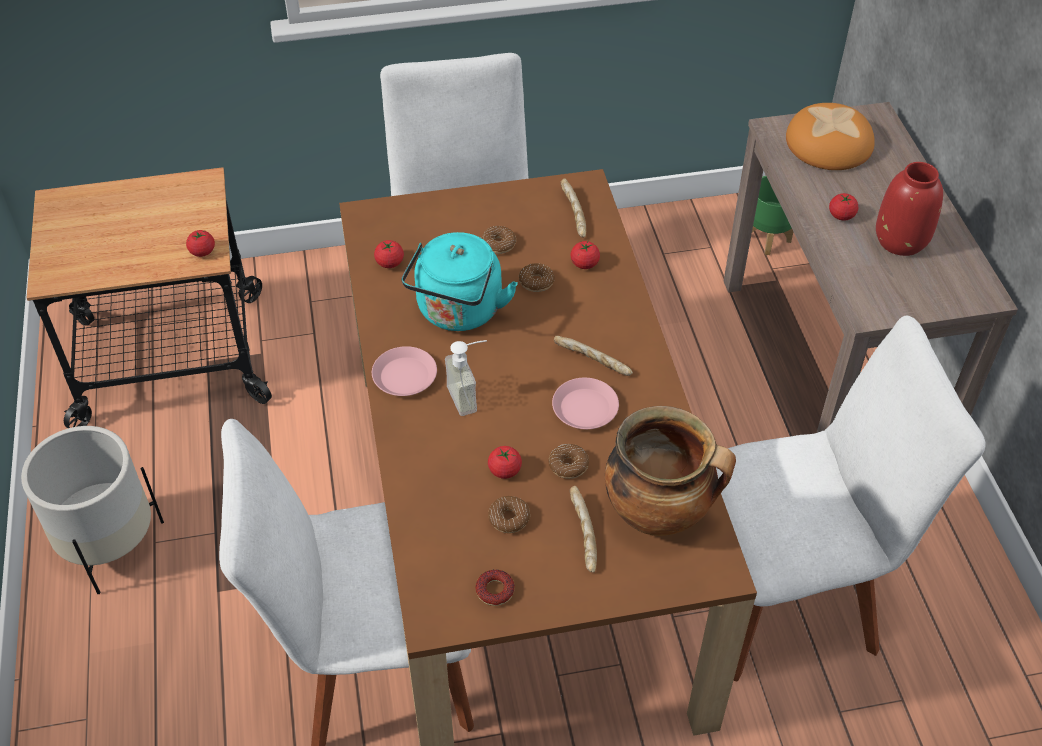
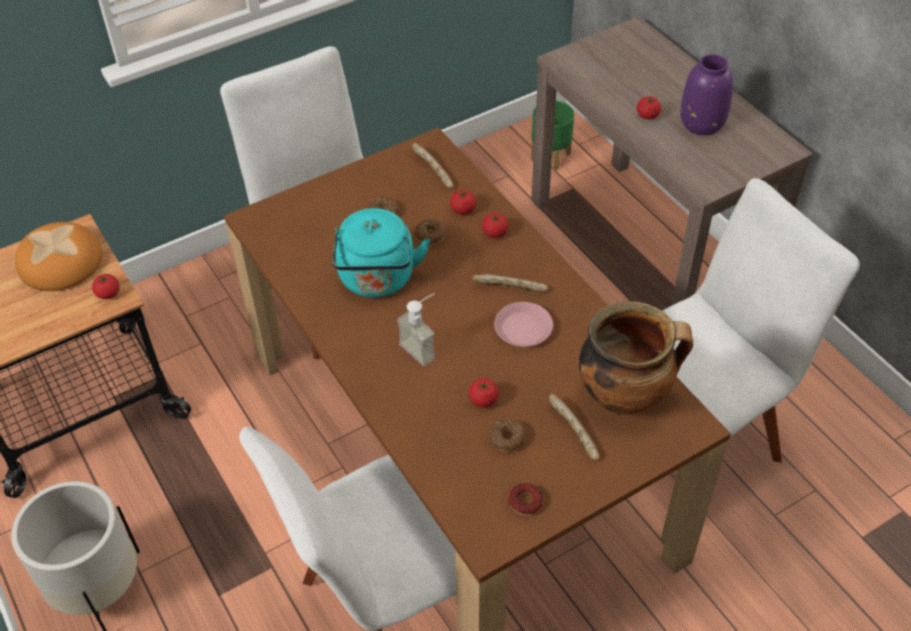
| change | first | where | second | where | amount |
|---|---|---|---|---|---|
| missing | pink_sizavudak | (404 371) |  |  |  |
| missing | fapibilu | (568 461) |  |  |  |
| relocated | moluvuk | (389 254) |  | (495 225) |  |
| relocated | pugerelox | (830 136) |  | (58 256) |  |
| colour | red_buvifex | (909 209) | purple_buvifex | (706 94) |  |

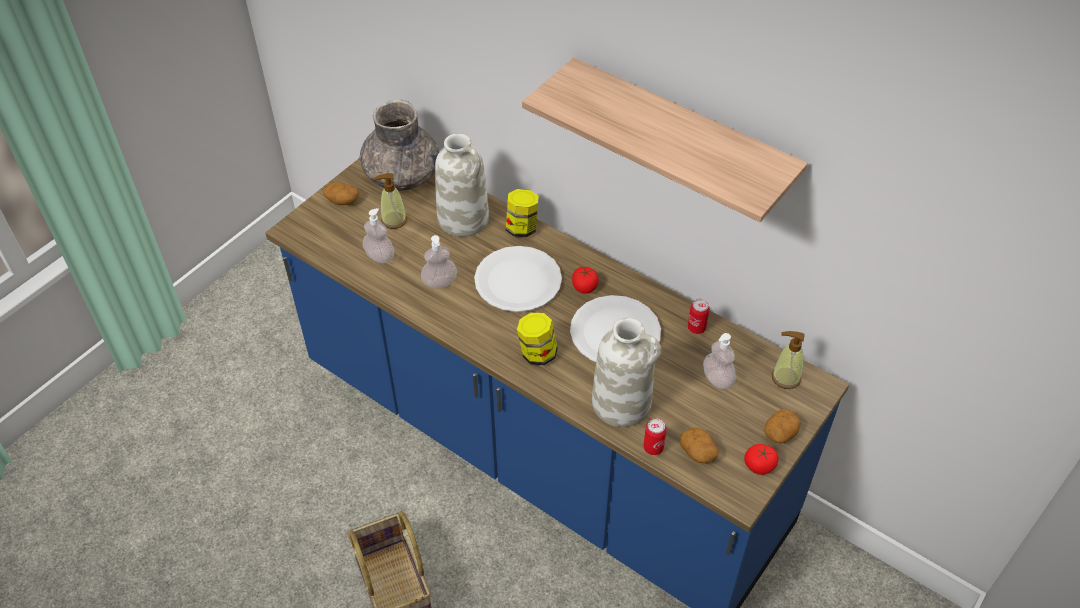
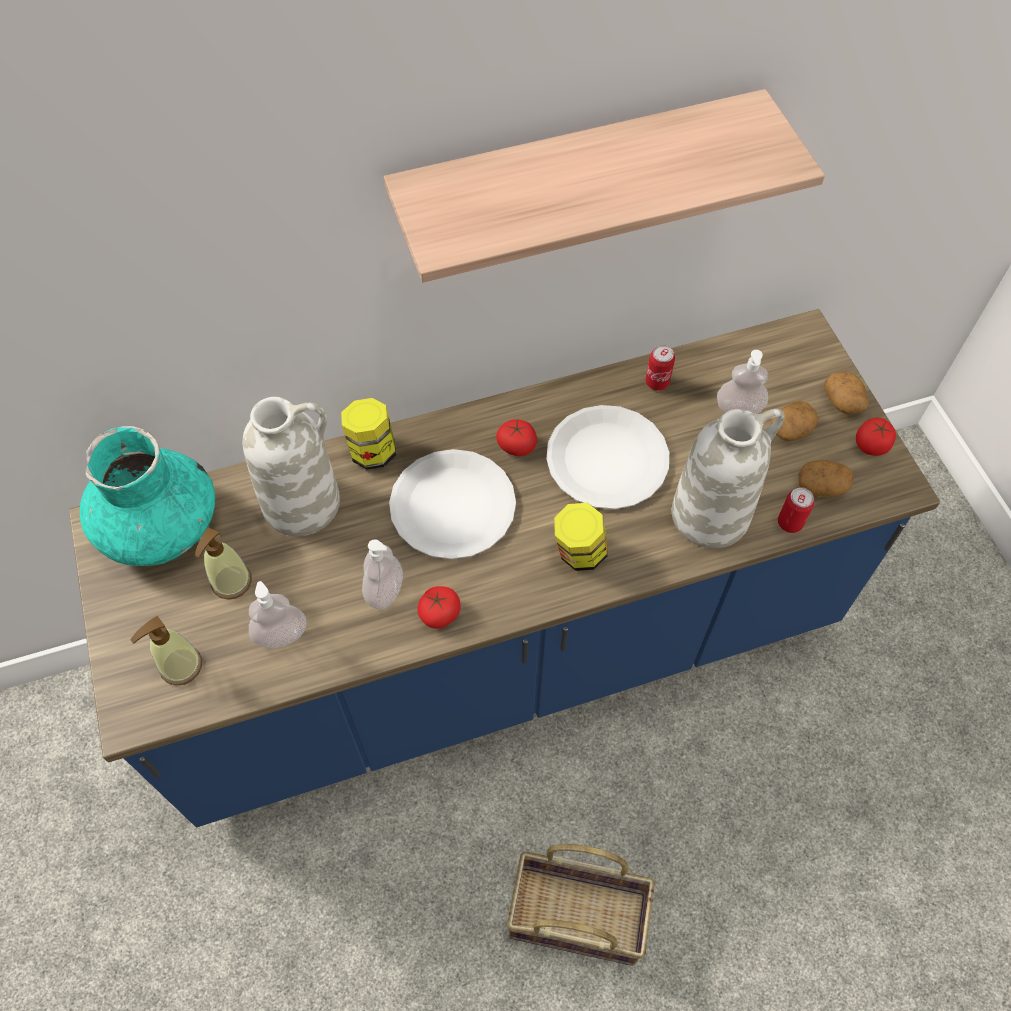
| change | first | where | second | where | amount |
|---|---|---|---|---|---|
| appeared |  |  | moluvuk | (439 607) |  |
| relocated | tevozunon | (341 193) |  | (795 421) |  |
| relocated | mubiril | (788 360) |  | (166 650) |  |
| colour | grey_buvifex | (400 145) | turquoise_buvifex | (147 496) |  |

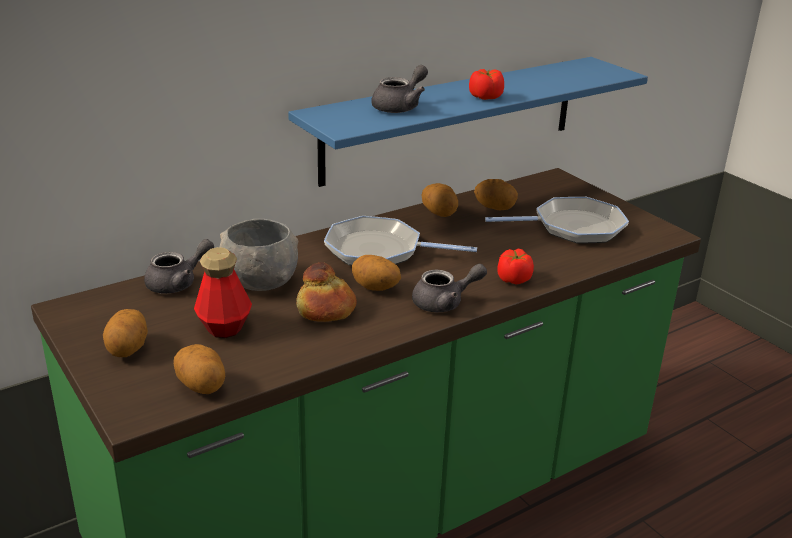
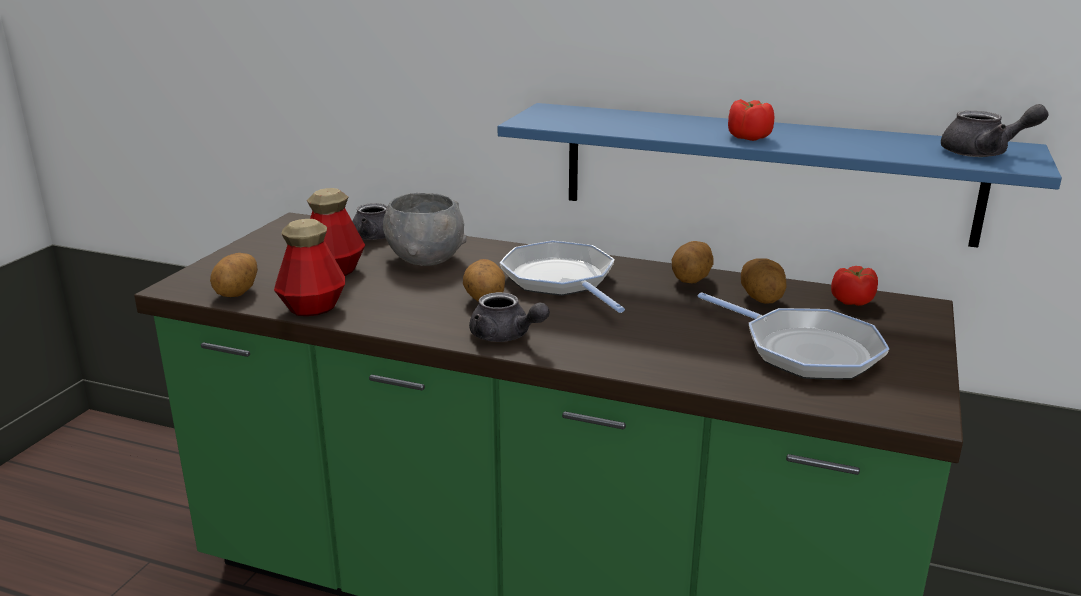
| change | first | where | second | where | amount |
|---|---|---|---|---|---|
| missing | tevozunon | (125 333) |  |  |  |
| missing | pugerelox | (326 292) |  |  |  |
| appeared |  |  | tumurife | (309 267) |  |
| relocated | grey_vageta | (399 89) |  | (995 130) |  |
| relocated | moluvuk | (515 267) |  | (854 286) |  |

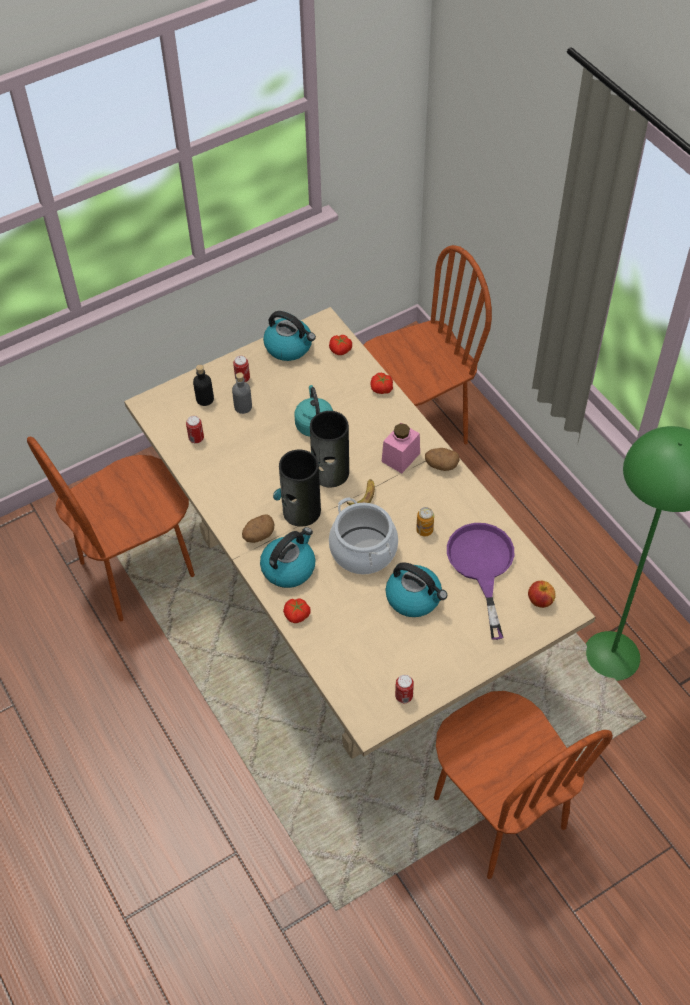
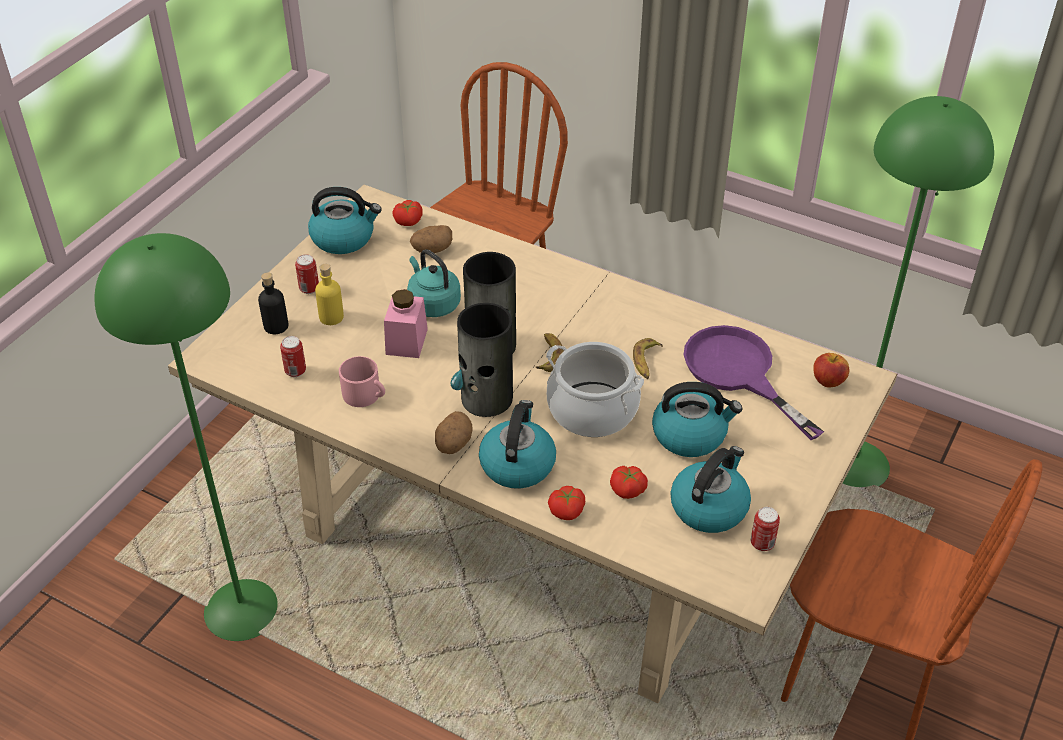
| change | first | where | second | where | amount |
|---|---|---|---|---|---|
| appeared |  |  | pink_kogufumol | (362 381) |  |
| appeared |  |  | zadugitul | (711 489) |  |
| relocated | moluvuk | (382 383) |  | (629 482) |  |
| relocated | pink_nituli | (401 448) |  | (406 323) |  |
| relocated | tevozunon | (442 459) |  | (431 239) |  |
| exchanged | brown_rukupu | (111 528) | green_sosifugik | (186 437) |  |
| exchanged | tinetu | (425 521) | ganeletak | (648 358) |  |
| colour | grey_tumurife | (242 393) | yellow_tumurife | (329 294) |  |

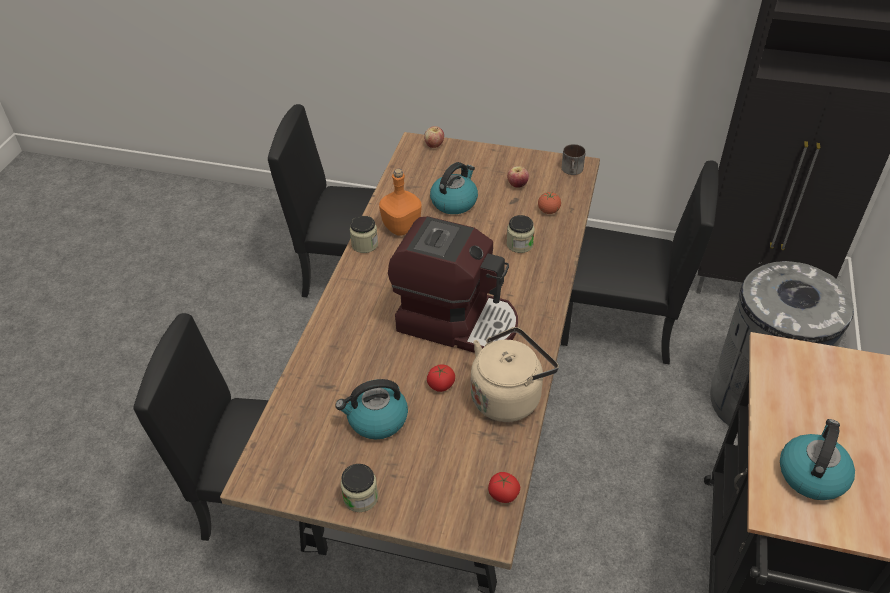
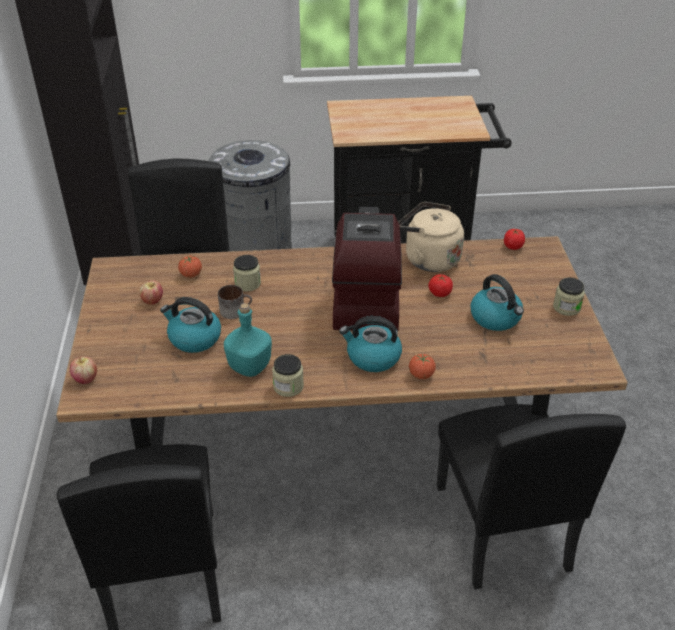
| change | first | where | second | where | amount |
|---|---|---|---|---|---|
| appeared |  |  | moluvuk | (422 366) |  |
| relocated | kogufumol | (574 159) |  | (235 302) |  |
| relocated | zadugitul | (817 459) |  | (370 344) |  |
| colour | orange_tumurife | (400 202) | turquoise_tumurife | (248 340) |  |

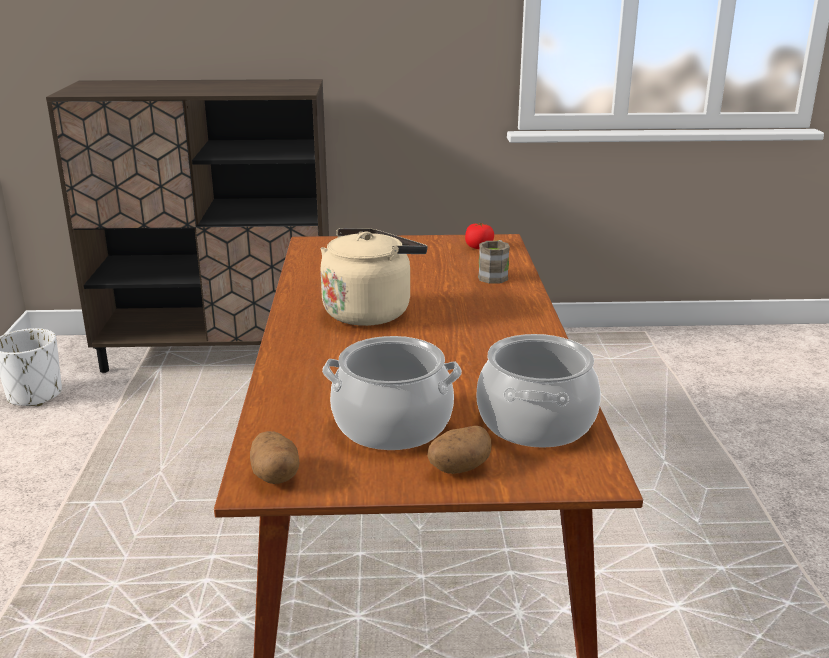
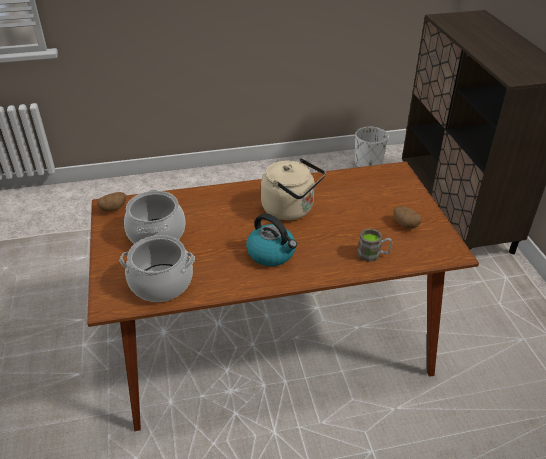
| change | first | where | second | where | amount |
|---|---|---|---|---|---|
| missing | moluvuk | (479 236) |  |  |  |
| appeared |  |  | zadugitul | (271 239) |  |
| relocated | tevozunon | (459 450) |  | (407 217) |  |

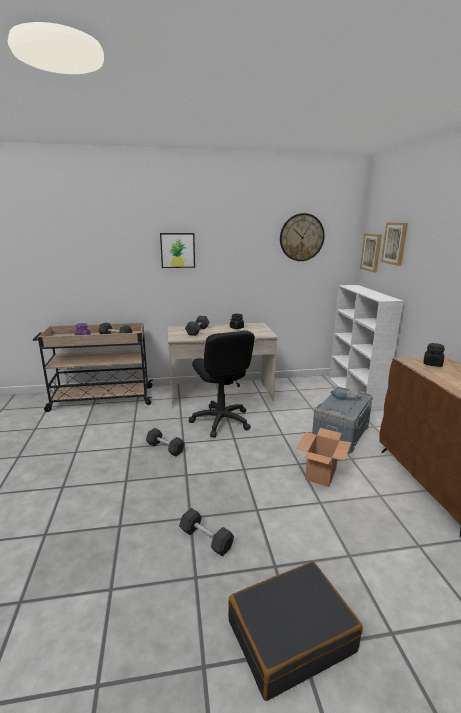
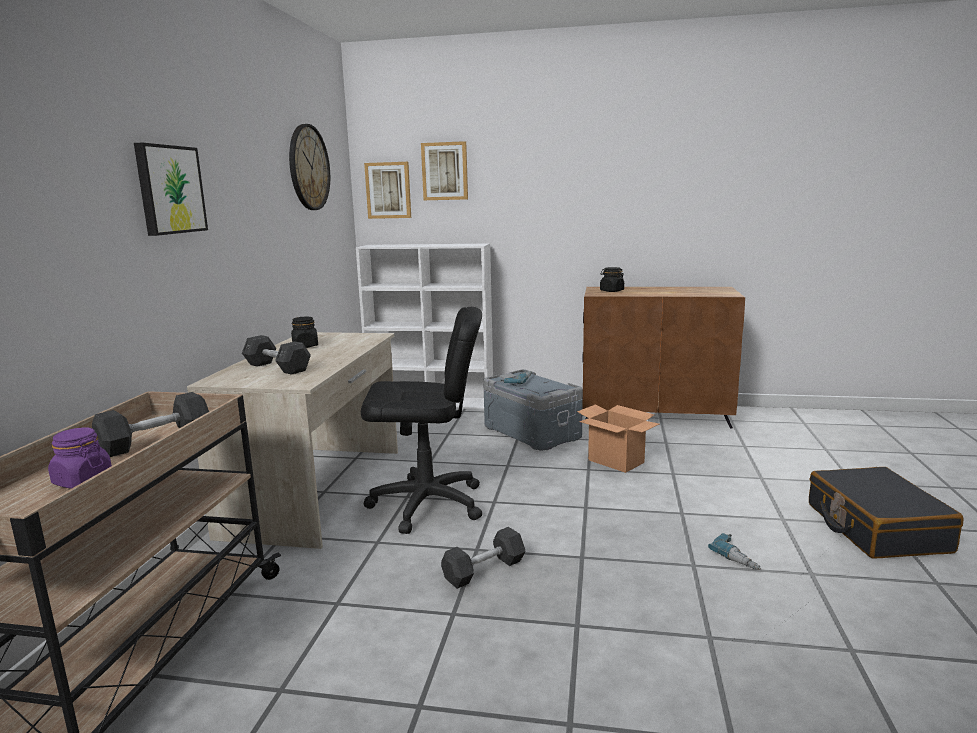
| change | first | where | second | where | amount |
|---|---|---|---|---|---|
| exchanged | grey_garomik | (206 532) | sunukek | (734 551) |  |

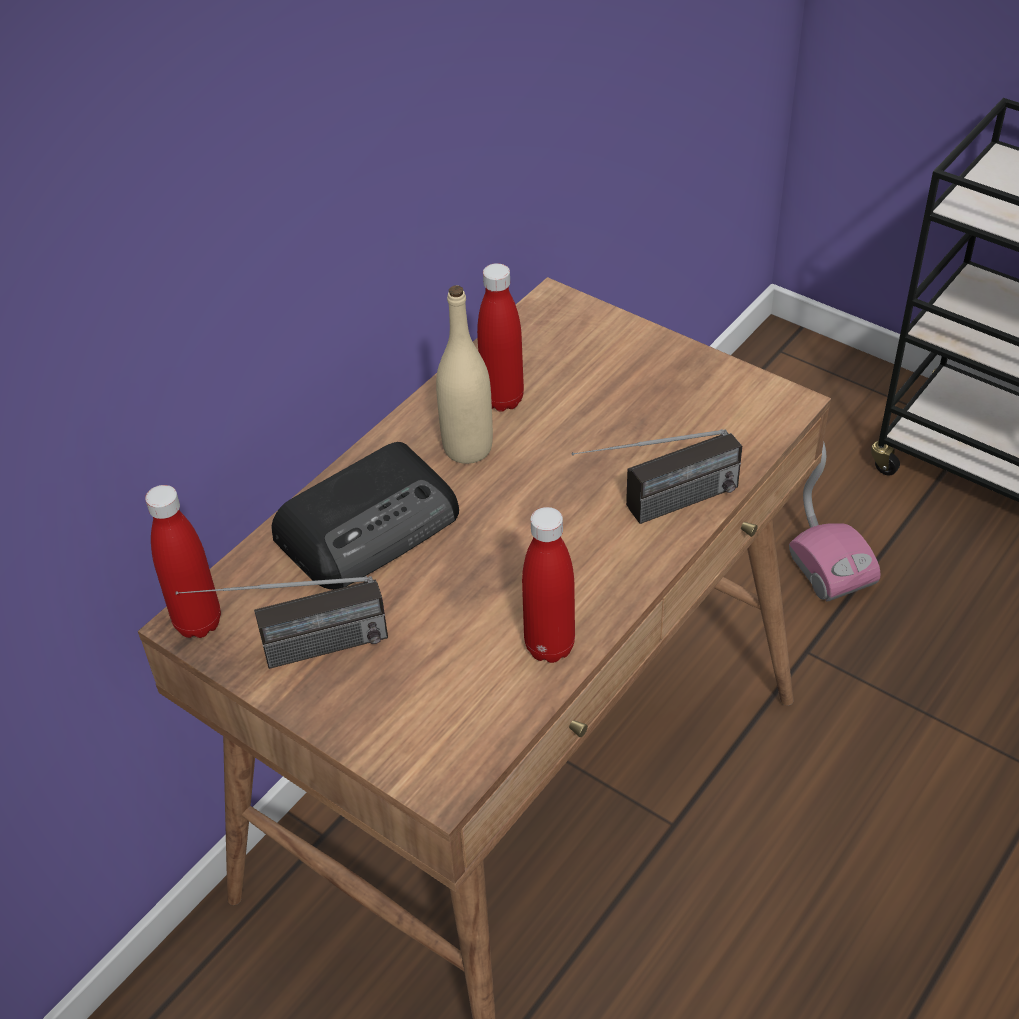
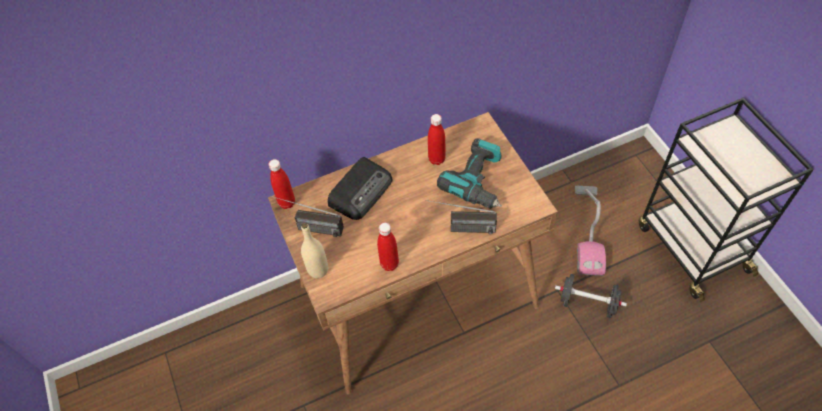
| change | first | where | second | where | amount |
|---|---|---|---|---|---|
| appeared |  |  | sunukek | (469 173) |  |
| appeared |  |  | black_garomik | (591 296) |  |
| relocated | beige_tumurife | (464 374) |  | (314 250) |  |
| spun | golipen | (365 516) |  | (360 188) | 45 degrees counterclockwise |

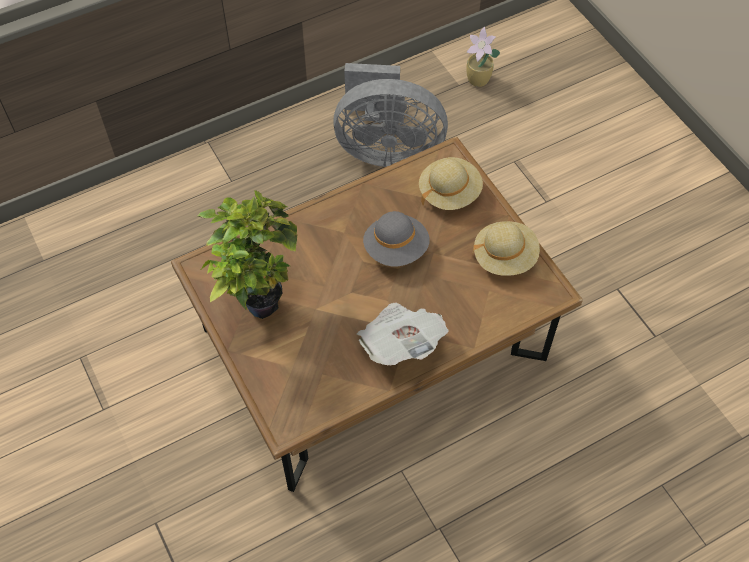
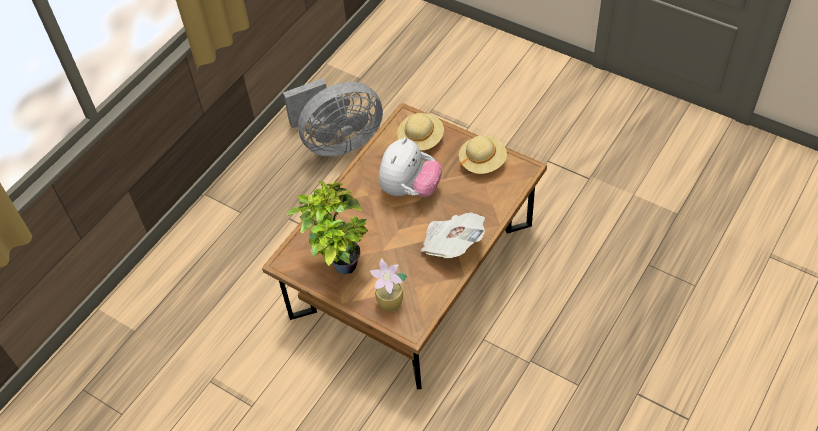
| change | first | where | second | where | amount |
|---|---|---|---|---|---|
| relocated | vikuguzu | (483 57) |  | (388 285) |  |
| exchanged | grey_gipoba | (396 238) | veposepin | (410 167) |  |

